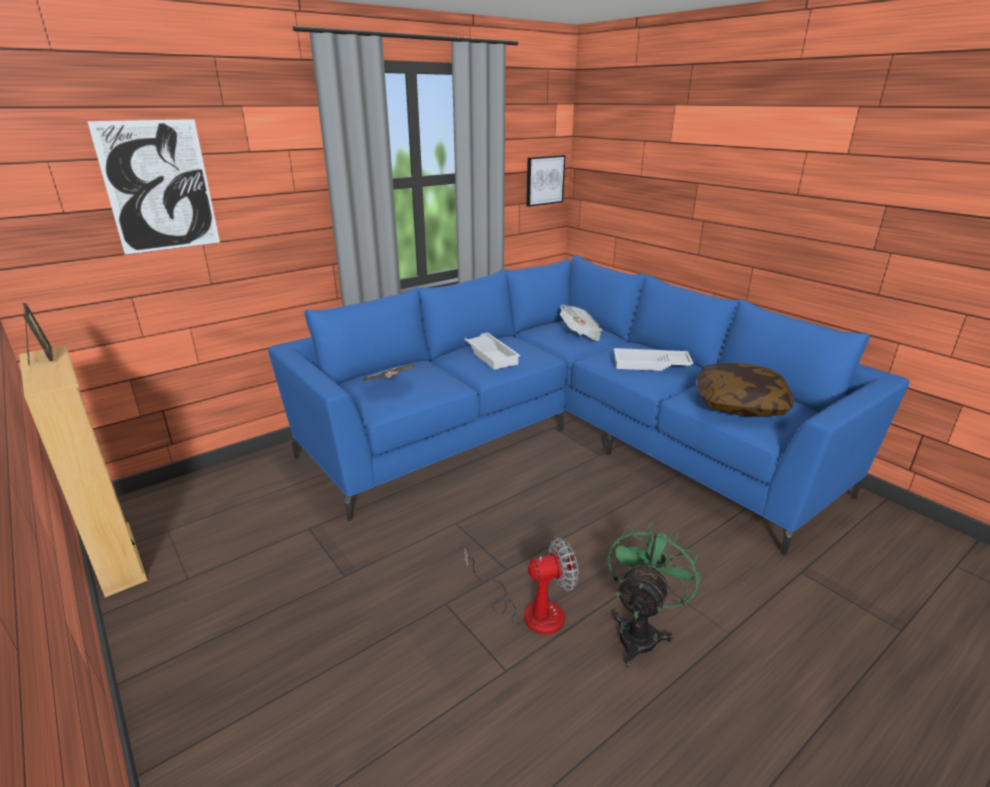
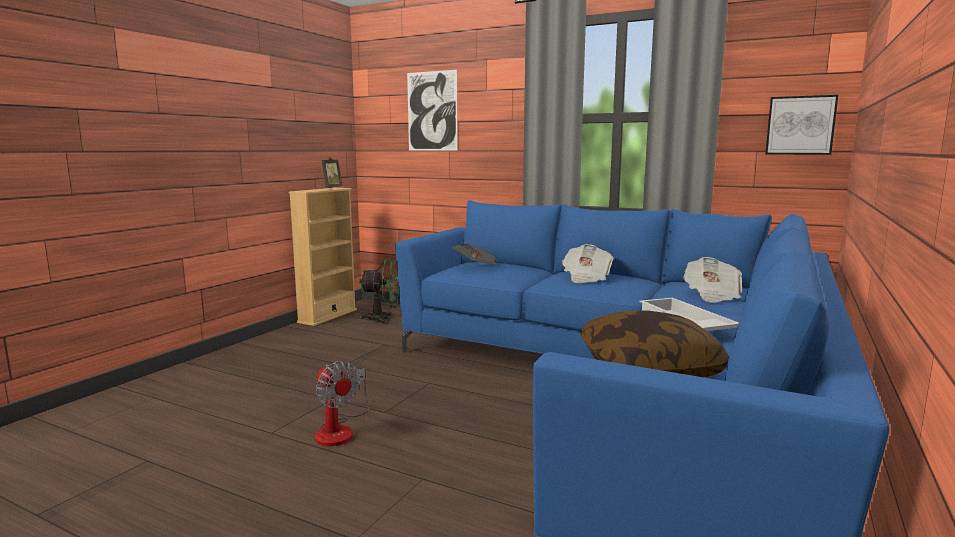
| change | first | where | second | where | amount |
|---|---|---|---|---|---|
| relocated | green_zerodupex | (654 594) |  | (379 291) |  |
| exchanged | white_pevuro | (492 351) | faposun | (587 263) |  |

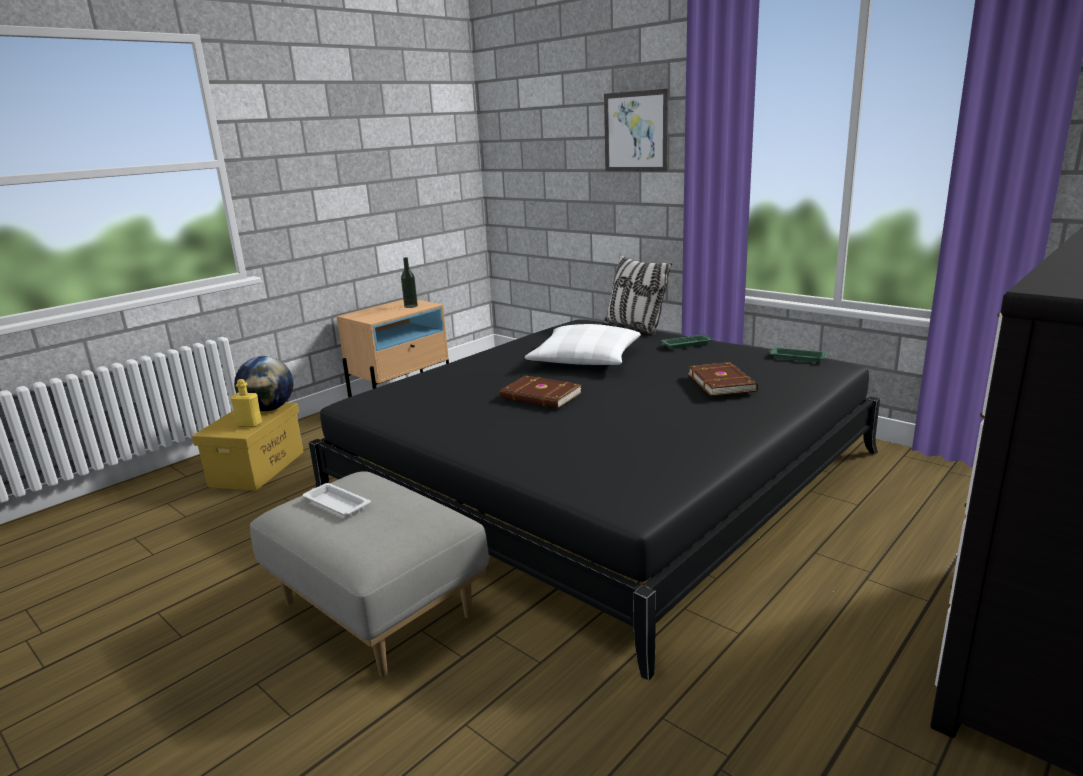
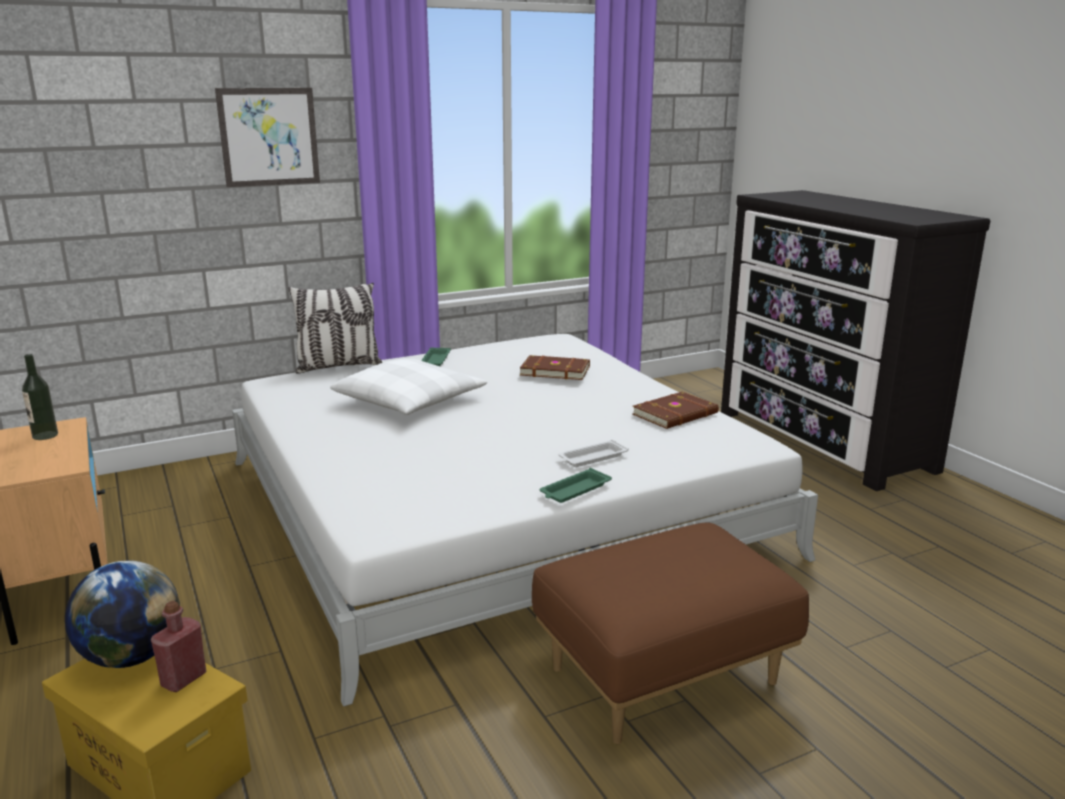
| change | first | where | second | where | amount |
|---|---|---|---|---|---|
| relocated | white_pevuro | (337 500) |  | (593 453) |  |
| relocated | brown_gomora | (541 392) |  | (676 410) |  |
| relocated | green_pevuro | (798 354) |  | (575 485) |  |
| colour | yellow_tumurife | (246 403) | red_tumurife | (178 646) |  |
| colour | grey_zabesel | (369 574) | brown_zabesel | (670 633) |  |
| colour | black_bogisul | (594 500) | white_bogisul | (525 520) |  |

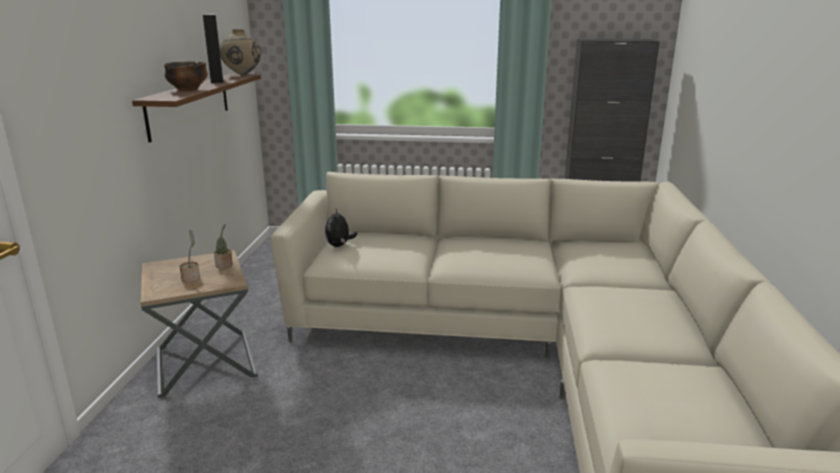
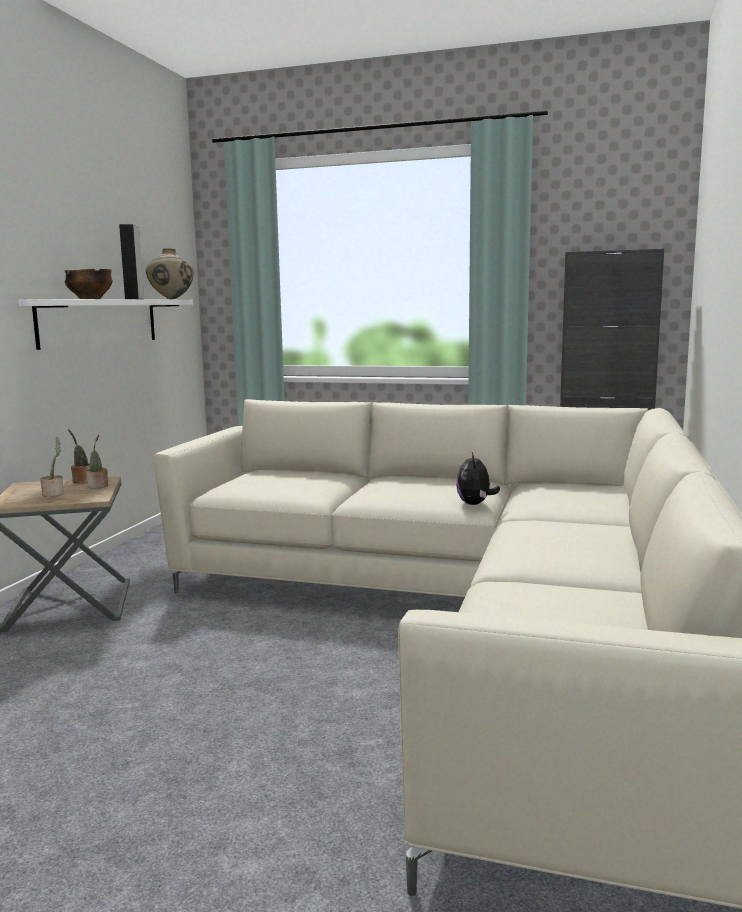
| change | first | where | second | where | amount |
|---|---|---|---|---|---|
| appeared |  |  | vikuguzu | (79 456) |  |
| relocated | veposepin | (341 228) |  | (478 479) |  |
| colour | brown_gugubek | (196 108) | white_gugubek | (105 324) |  |

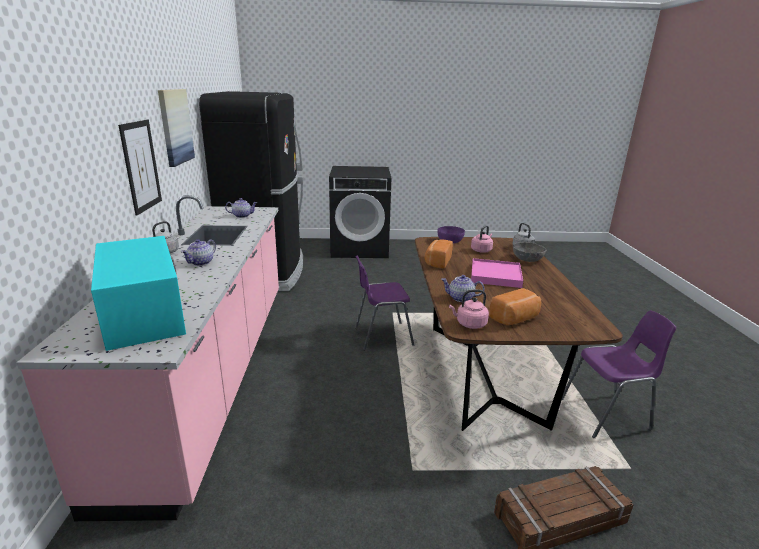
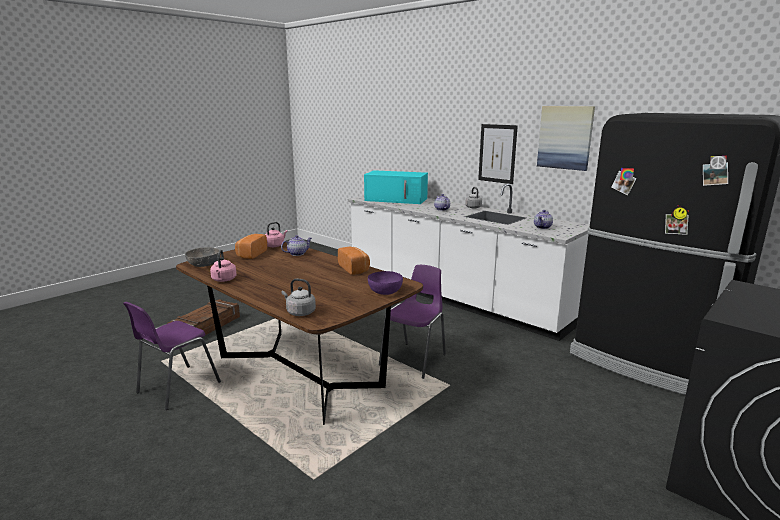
| change | first | where | second | where | amount |
|---|---|---|---|---|---|
| missing | pink_pevuro | (497 273) |  |  |  |
| relocated | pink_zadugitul | (482 239) |  | (223 266) |  |
| relocated | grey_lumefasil | (529 252) |  | (202 257) |  |
| colour | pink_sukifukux | (147 358) | white_sukifukux | (469 262) |  |

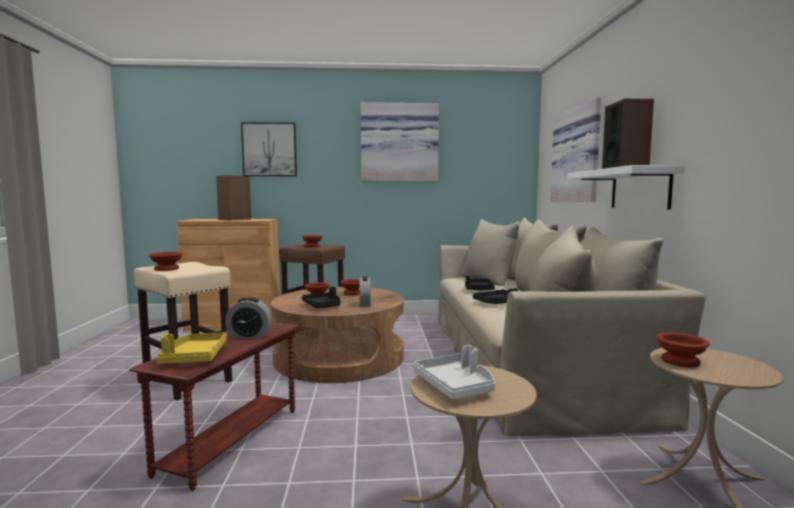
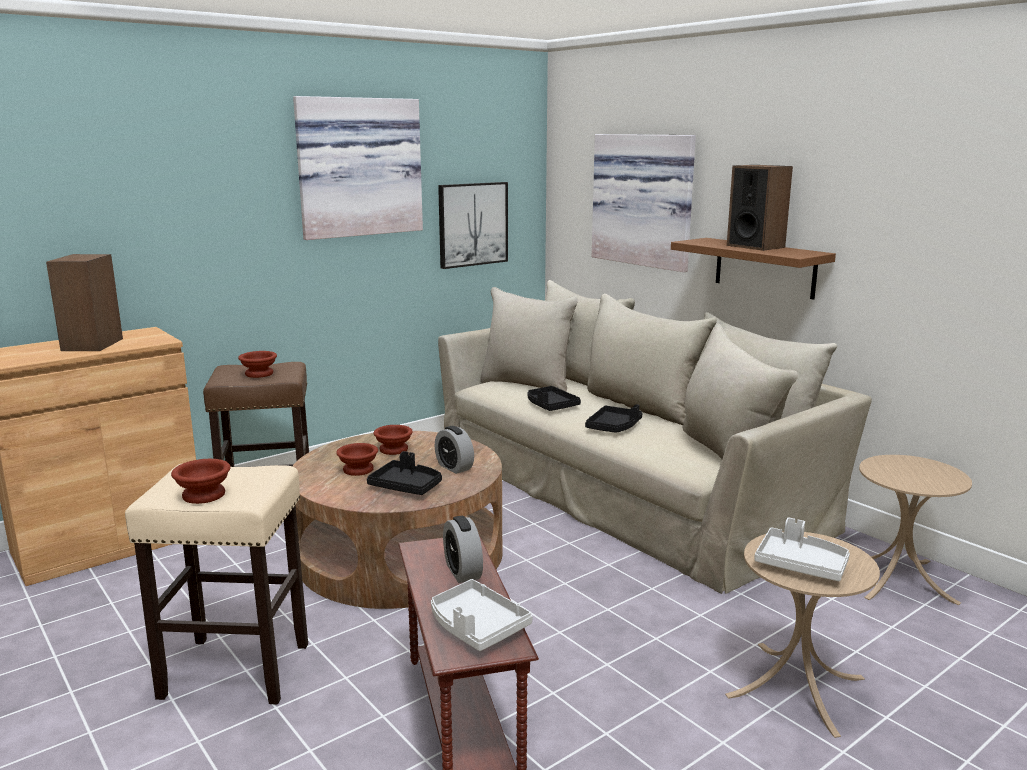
| change | first | where | second | where | amount |
|---|---|---|---|---|---|
| missing | brown_lumefasil | (683 349) |  |  |  |
| relocated | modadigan | (269 149) |  | (473 225) |  |
| colour | yellow_pevuro | (192 348) | grey_pevuro | (482 615) |  |
| colour | white_gugubek | (626 187) | brown_gugubek | (753 269) |  |
| spun | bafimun | (248 318) |  | (463 549) | 105 degrees clockwise |

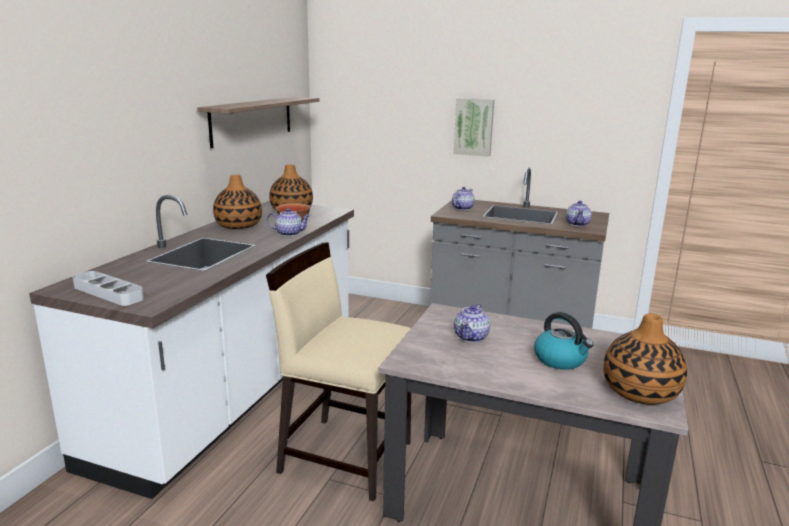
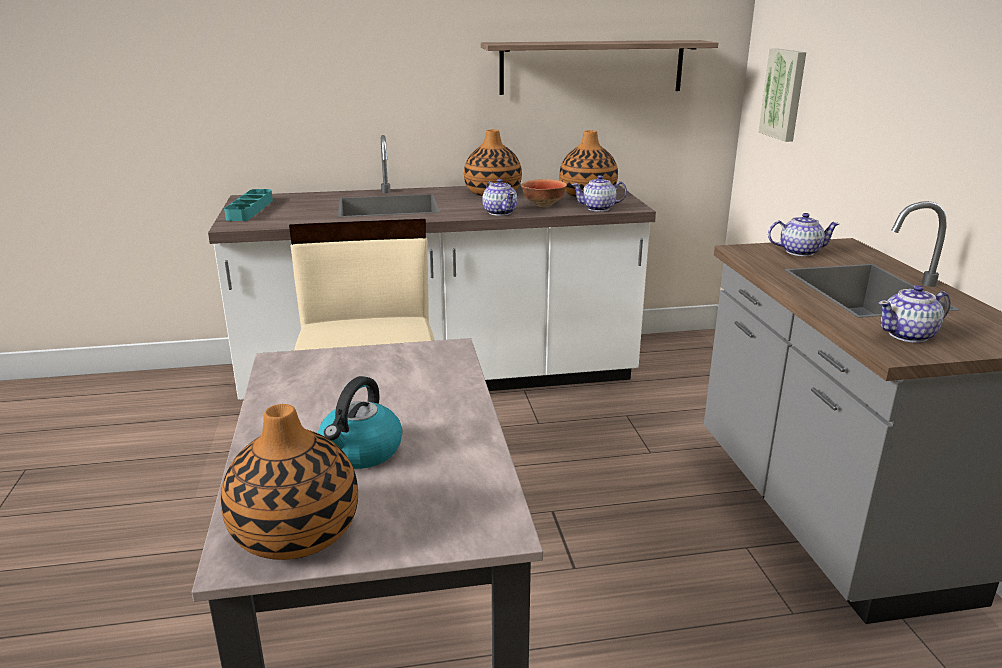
| change | first | where | second | where | amount |
|---|---|---|---|---|---|
| relocated | modadigan | (474 127) |  | (782 95) |  |
| relocated | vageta | (472 323) |  | (599 193) |  |
| colour | grey_pevuro | (108 288) | turquoise_pevuro | (248 205) |  |

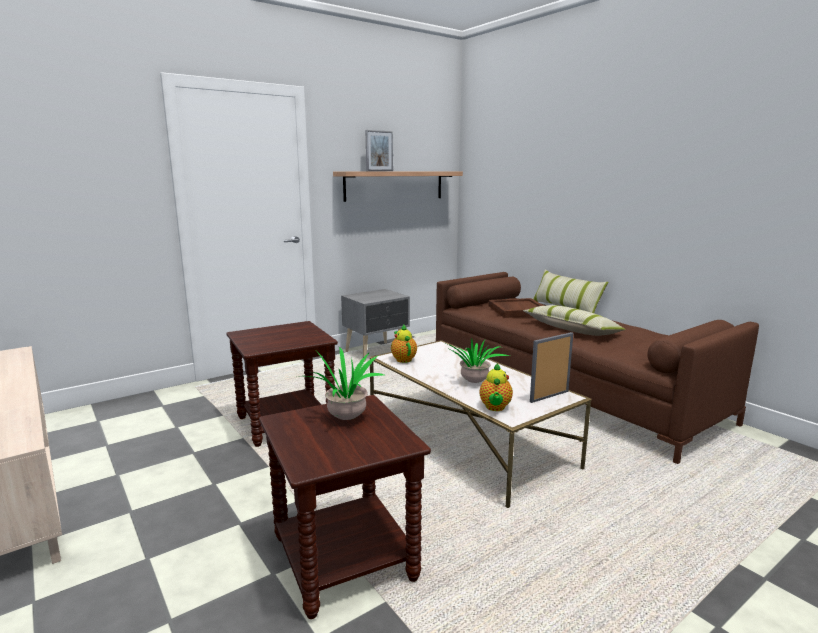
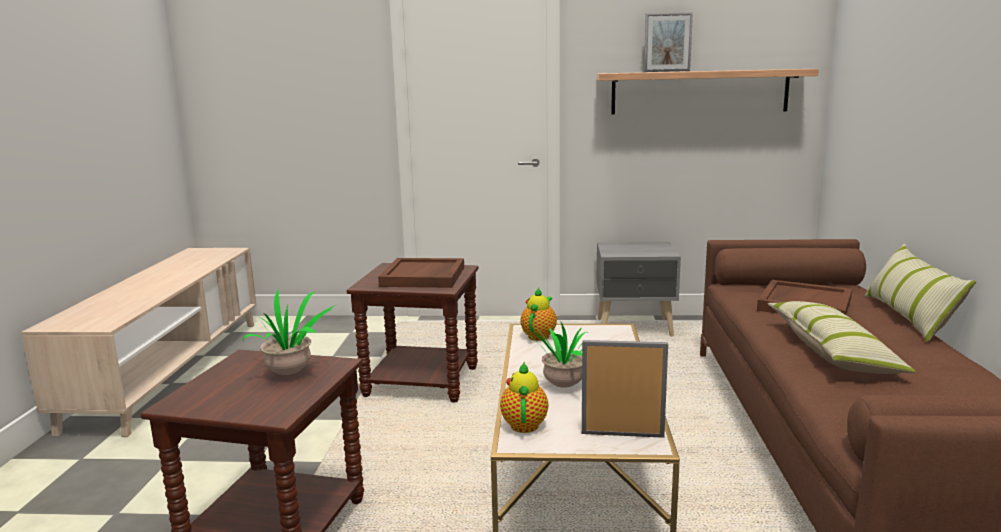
| change | first | where | second | where | amount |
|---|---|---|---|---|---|
| appeared |  |  | brown_pevuro | (421 273) |  |
| spun | vageta | (496 387) |  | (524 397) | 135 degrees clockwise |

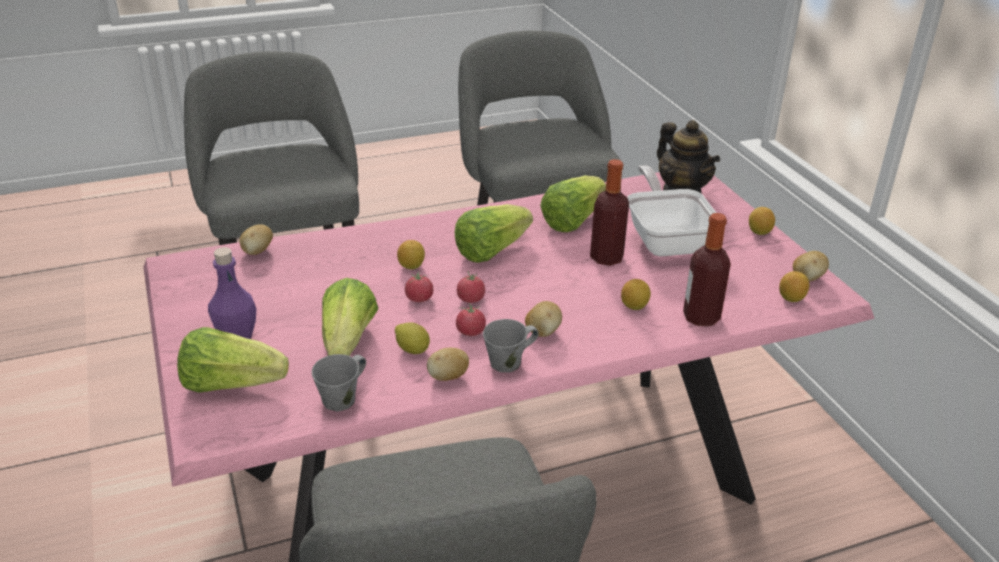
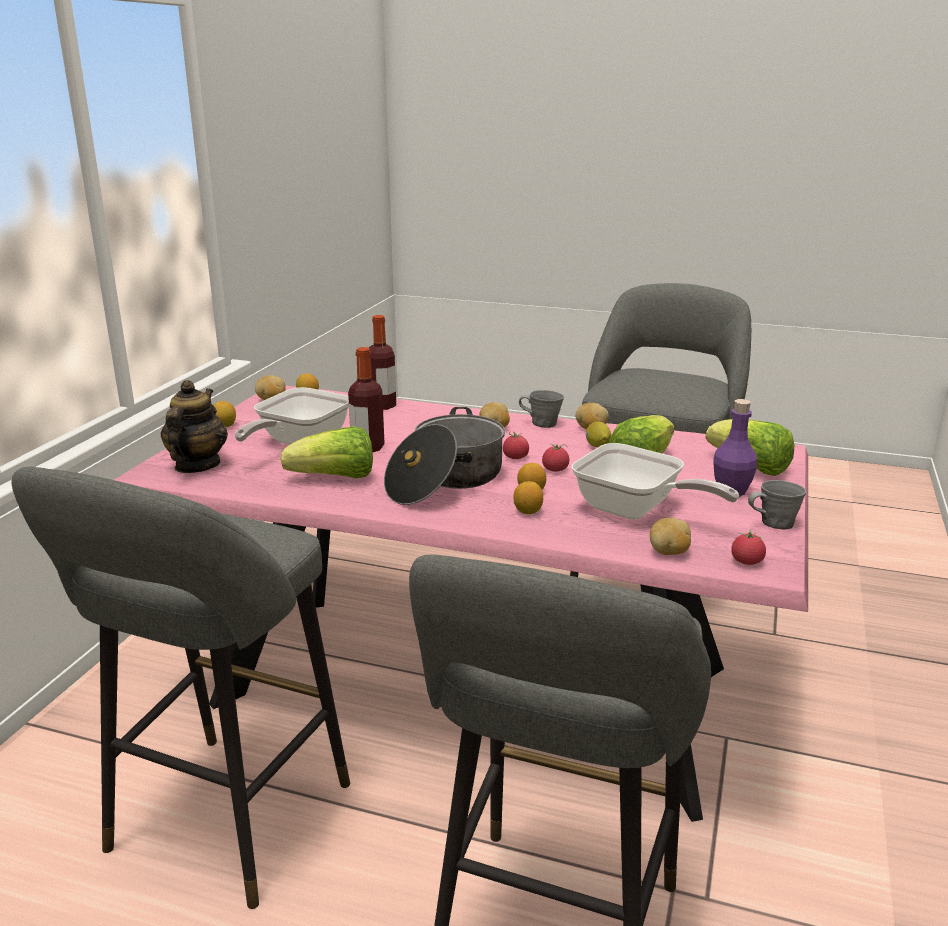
| change | first | where | second | where | amount |
|---|---|---|---|---|---|
| appeared |  |  | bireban | (655 481) |  |
| relocated | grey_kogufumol | (339 383) |  | (777 505) |  |
| relocated | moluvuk | (471 319) |  | (748 547) |  |
| relocated | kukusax | (636 294) |  | (528 497) |  |
| exchanged | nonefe | (494 233) | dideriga | (444 456) |  |

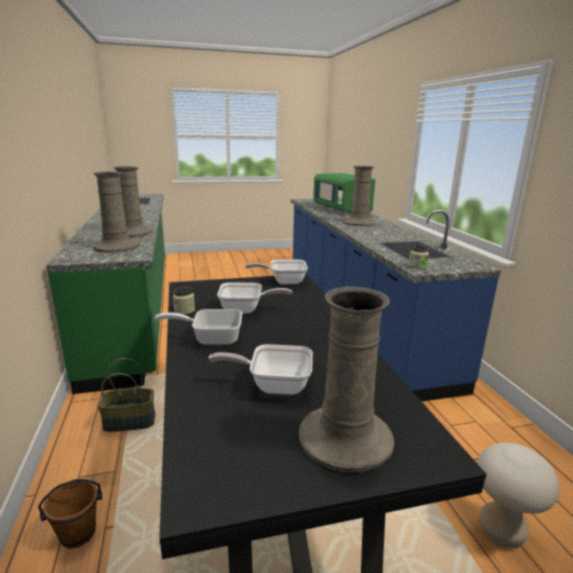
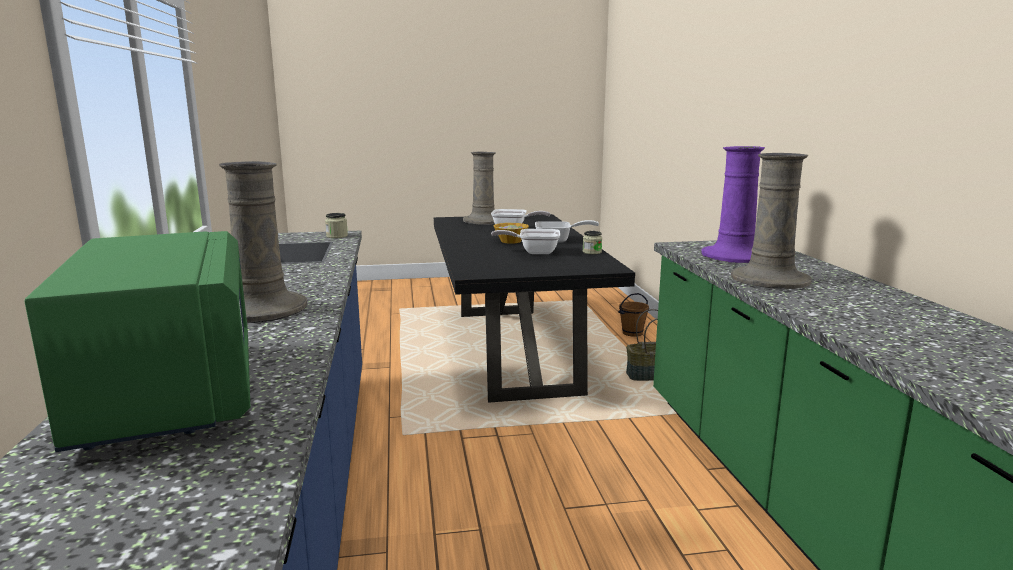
| change | first | where | second | where | amount |
|---|---|---|---|---|---|
| missing | bireban | (276 271) |  |  |  |
| missing | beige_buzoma | (518 495) |  |  |  |
| appeared |  |  | lumefasil | (511 233) |  |
| colour | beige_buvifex | (116 212) | purple_buvifex | (733 204) |  |

